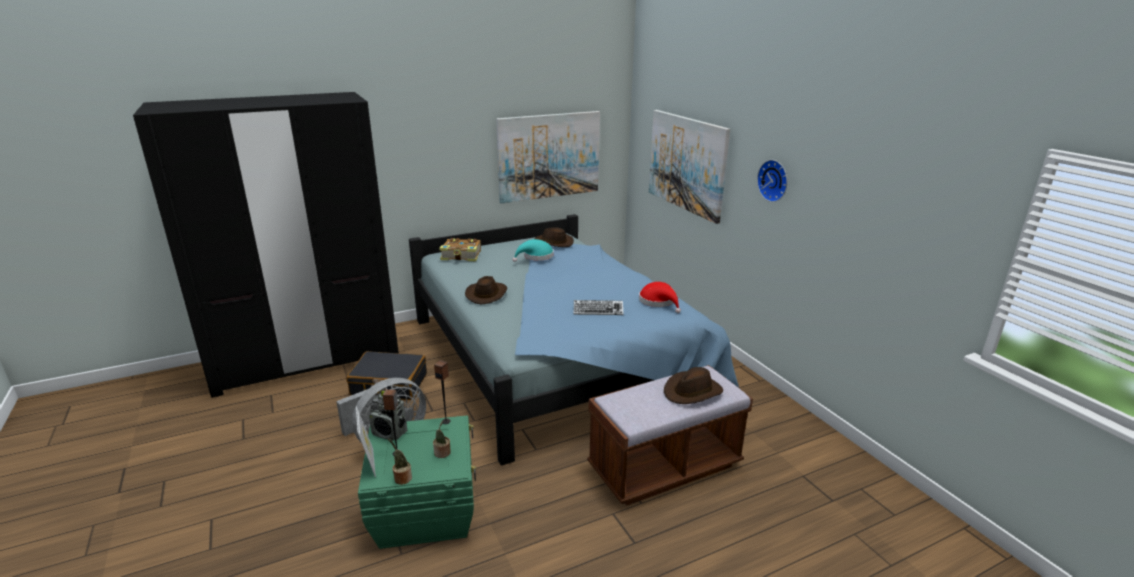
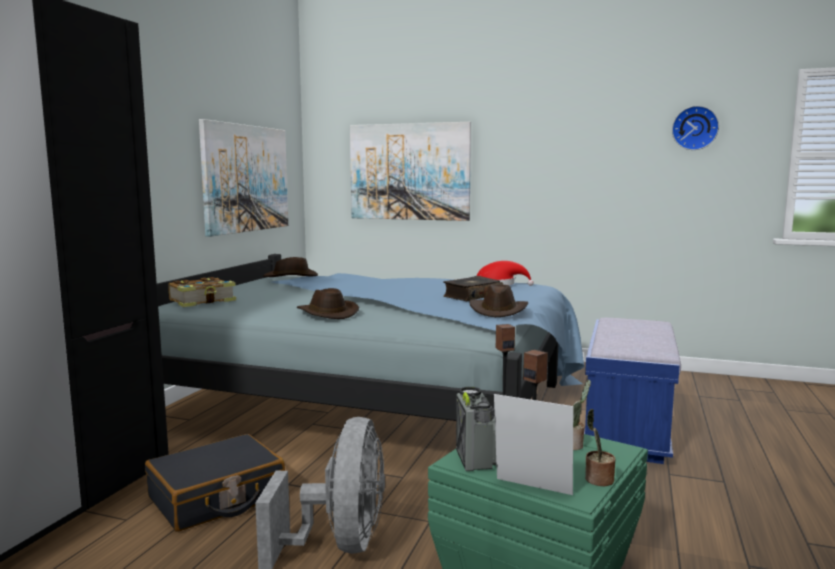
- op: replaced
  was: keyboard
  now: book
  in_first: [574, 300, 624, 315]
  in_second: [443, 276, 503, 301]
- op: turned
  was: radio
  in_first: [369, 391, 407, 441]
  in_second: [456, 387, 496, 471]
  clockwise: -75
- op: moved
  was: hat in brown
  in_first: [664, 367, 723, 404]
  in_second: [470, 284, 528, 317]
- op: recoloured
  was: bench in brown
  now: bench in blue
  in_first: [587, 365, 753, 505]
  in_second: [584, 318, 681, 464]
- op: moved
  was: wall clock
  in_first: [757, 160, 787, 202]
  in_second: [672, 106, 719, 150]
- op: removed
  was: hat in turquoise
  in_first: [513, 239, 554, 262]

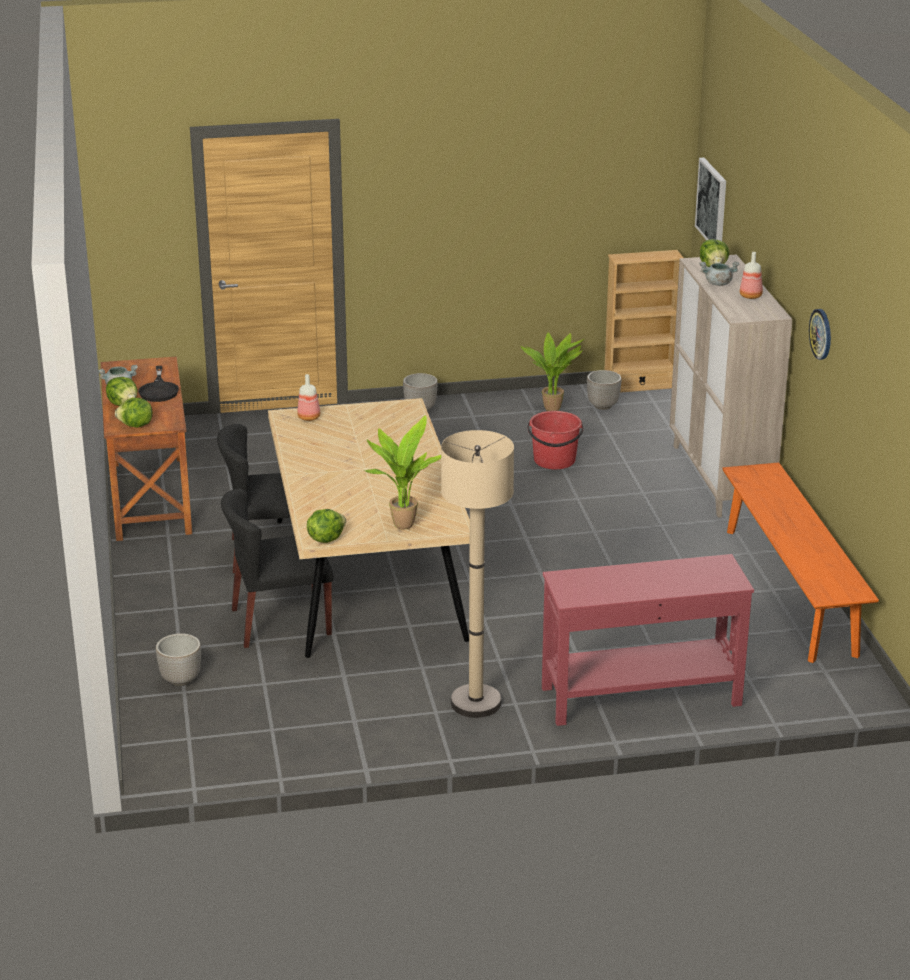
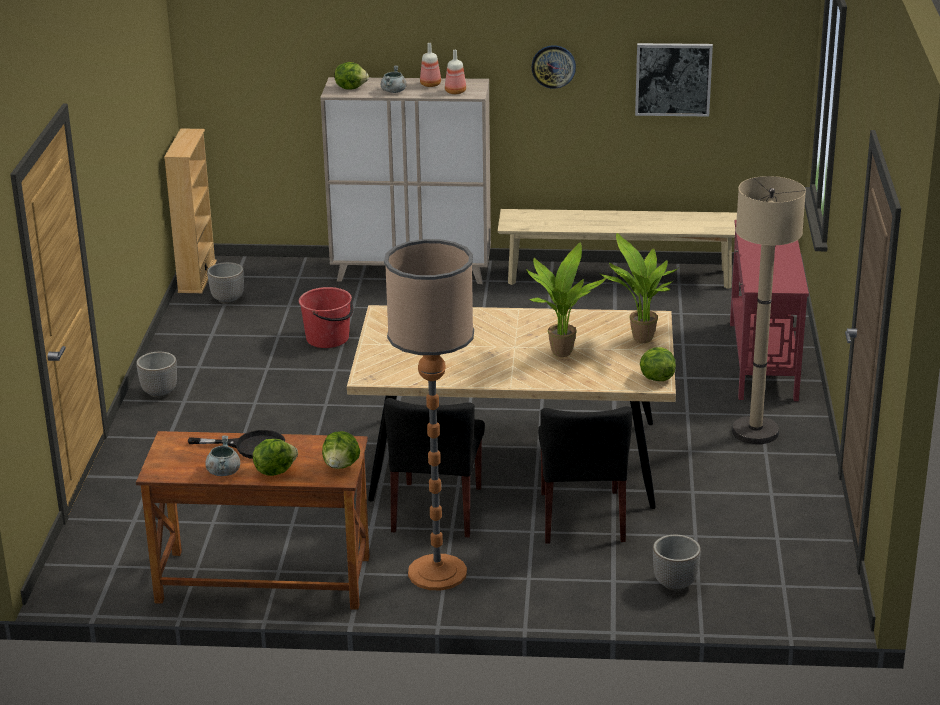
- op: added
  now: floor lamp
  in_second: [384, 239, 474, 590]
- op: moved
  was: bottle
  in_first: [297, 374, 320, 421]
  in_second: [445, 50, 466, 94]
- op: recoloured
  was: bench in orange
  now: bench in beige
  in_first: [722, 462, 879, 663]
  in_second: [497, 209, 737, 289]
- op: moved
  was: potted plant
  in_first: [521, 332, 586, 411]
  in_second: [526, 242, 607, 357]
- op: moved
  was: picture
  in_first: [695, 158, 726, 241]
  in_second: [635, 43, 713, 117]

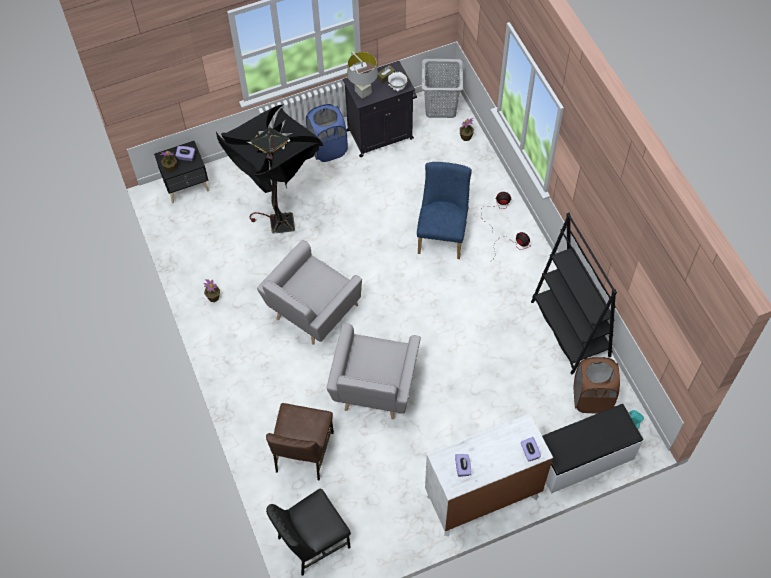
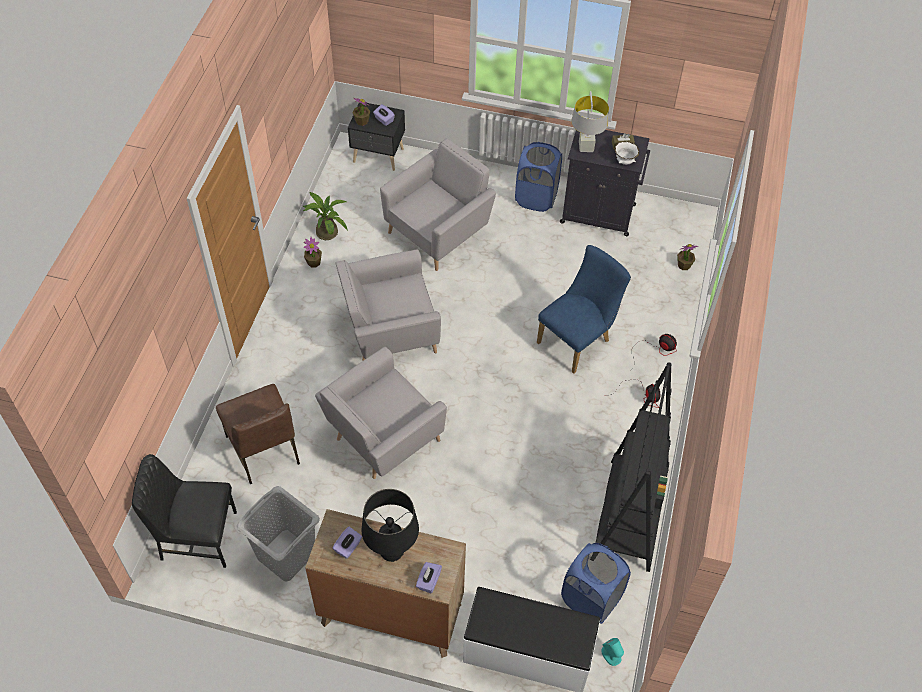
- op: turned
  was: chair in brown
  in_first: [266, 403, 334, 480]
  in_second: [216, 384, 300, 484]
  clockwise: -75
- op: moved
  was: laundry basket in grey
  in_first: [422, 59, 463, 118]
  in_second: [236, 486, 320, 581]
- op: added
  now: potted plant
  in_second: [303, 192, 348, 240]
- op: recoloured
  was: dresser in white
  now: dresser in brown
  in_first: [425, 413, 553, 537]
  in_second: [305, 509, 466, 658]
- op: added
  now: table lamp in black
  in_second: [362, 489, 419, 562]
- op: replaced
  was: floor lamp in black
  now: armchair in grey
  in_first: [216, 104, 324, 234]
  in_second: [380, 138, 496, 271]
- op: recoloured
  was: laundry basket in brown
  now: laundry basket in blue
  in_first: [574, 357, 620, 413]
  in_second: [561, 543, 631, 624]

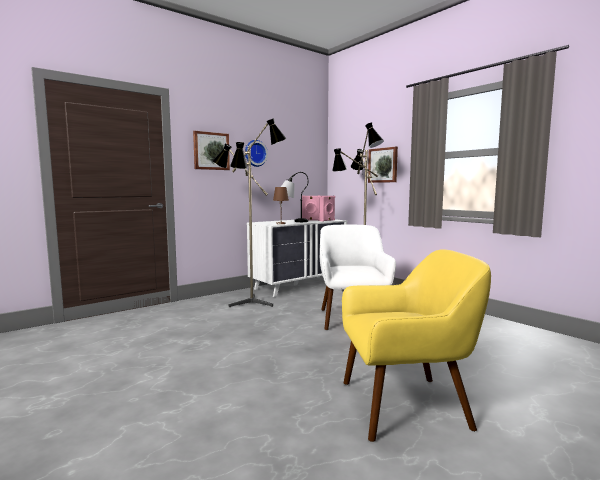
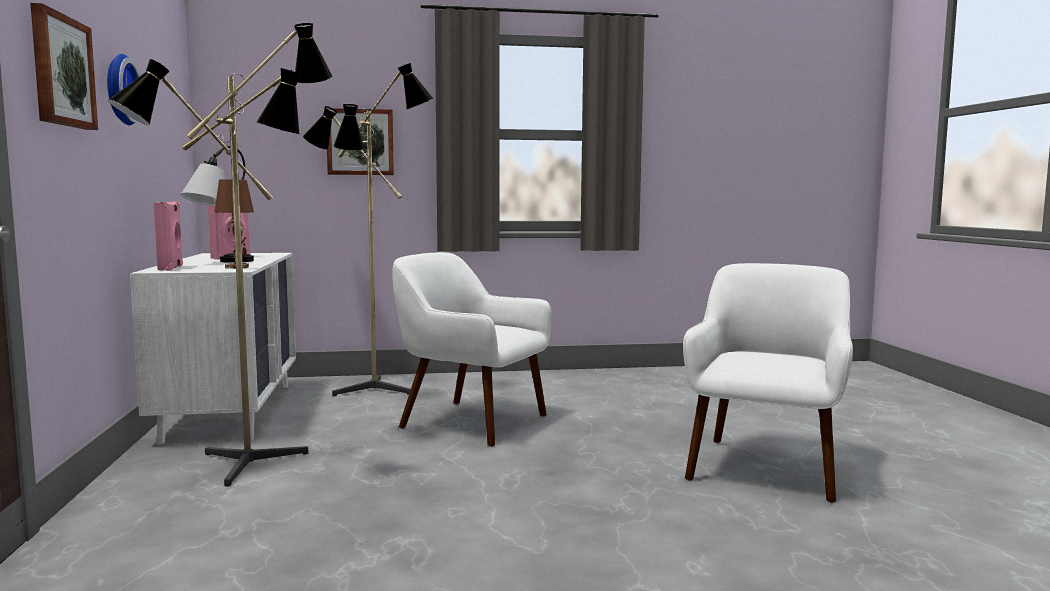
- op: moved
  was: speaker in pink
  in_first: [319, 196, 335, 222]
  in_second: [154, 202, 183, 271]
- op: recoloured
  was: armchair in yellow
  now: armchair in white
  in_first: [342, 249, 491, 442]
  in_second: [683, 263, 853, 503]

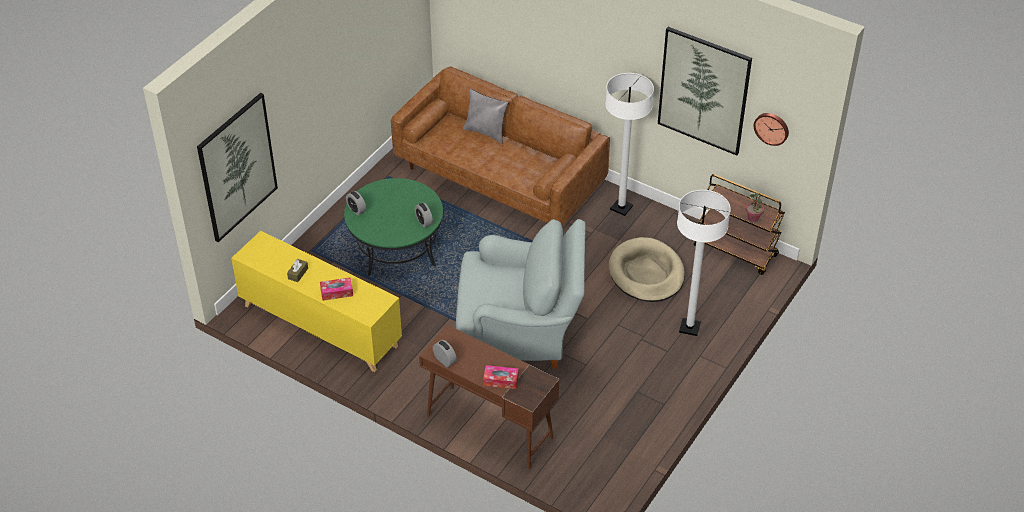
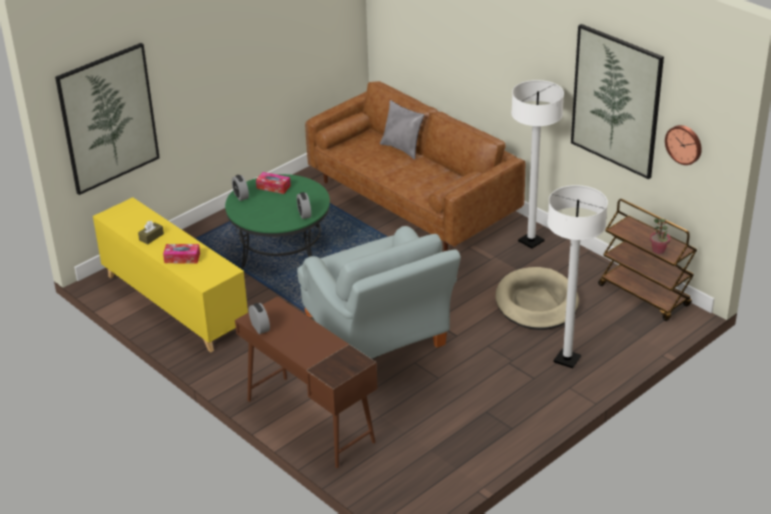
- op: moved
  was: tissue box
  in_first: [483, 365, 519, 389]
  in_second: [256, 172, 291, 194]
- op: turned
  was: armchair in grey
  in_first: [456, 219, 586, 369]
  in_second: [297, 226, 461, 359]
  clockwise: 45

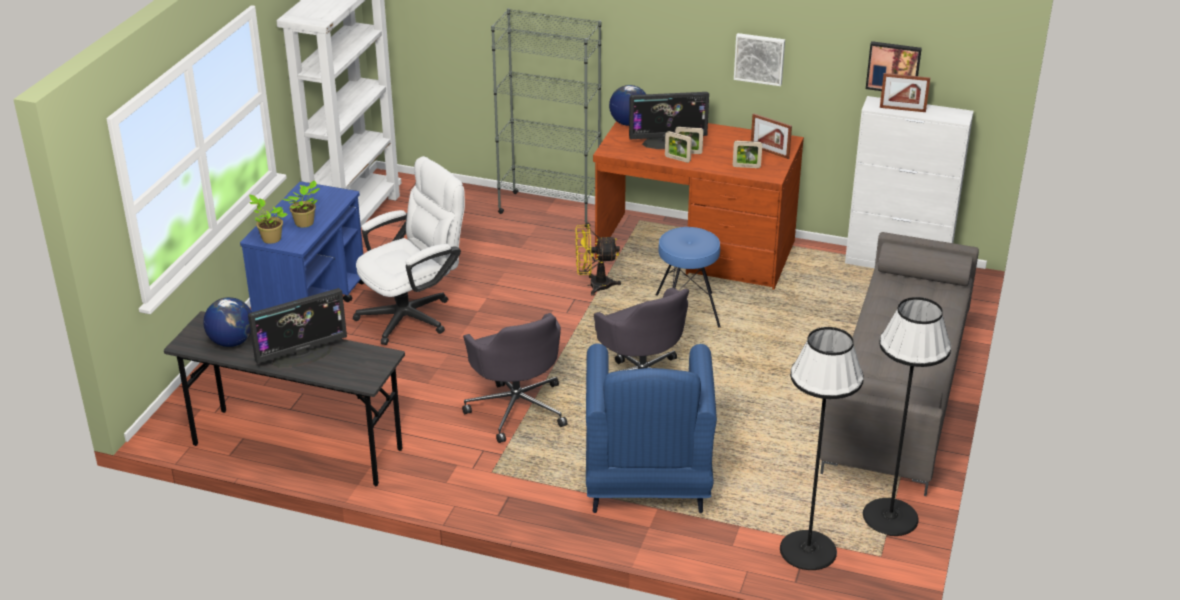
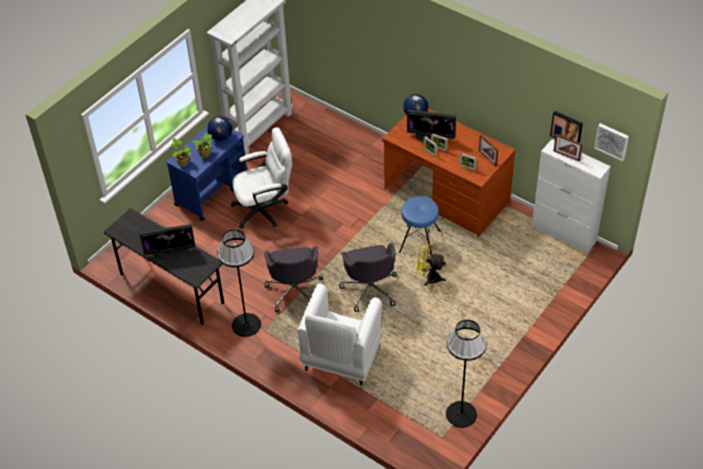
- op: moved
  was: globe
  in_first: [204, 297, 252, 347]
  in_second: [207, 116, 233, 141]
- op: moved
  was: floor lamp in black
  in_first: [780, 327, 864, 570]
  in_second: [217, 229, 261, 337]
- op: recoloured
  was: armchair in blue
  now: armchair in white
  in_first: [586, 344, 717, 513]
  in_second: [297, 284, 382, 386]
- op: moved
  was: fan in yellow
  in_first: [575, 224, 621, 296]
  in_second: [416, 243, 446, 286]
- op: moved
  was: picture
  in_first: [734, 33, 785, 86]
  in_second: [594, 123, 629, 161]
- op: removed
  was: bookcase in grey
  in_first: [491, 8, 601, 228]
- op: removed
  was: sofa in grey
  in_first: [820, 232, 979, 496]

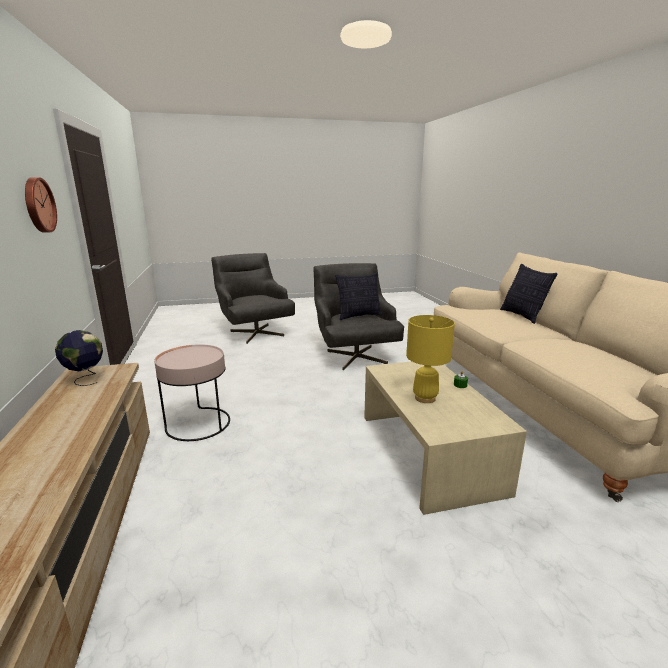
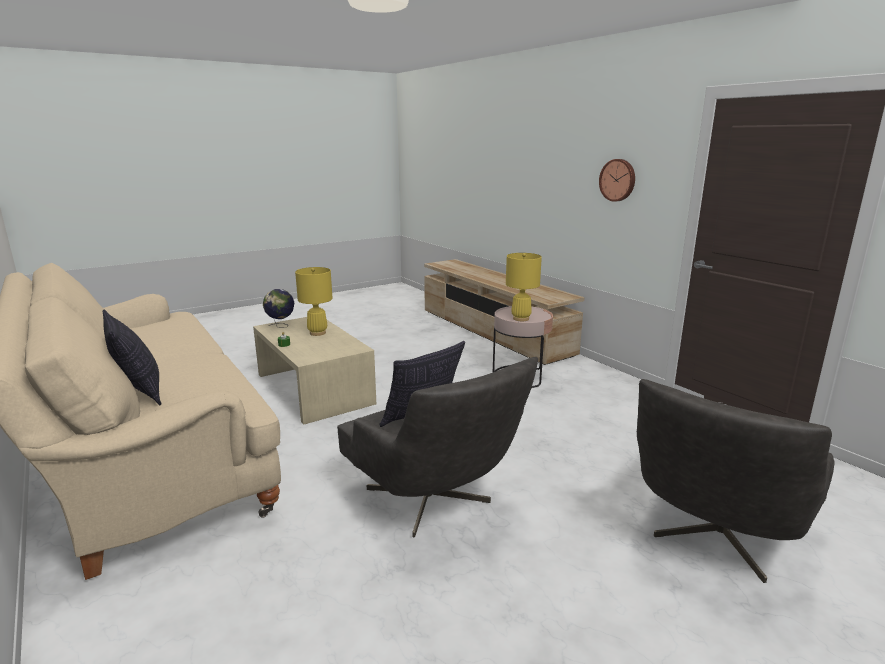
- op: moved
  was: globe
  in_first: [55, 330, 103, 386]
  in_second: [263, 289, 294, 328]
- op: added
  now: table lamp in yellow
  in_second: [506, 253, 542, 321]
- op: turned
  was: armchair in grey
  in_first: [211, 253, 295, 344]
  in_second: [637, 379, 835, 583]
  clockwise: 90

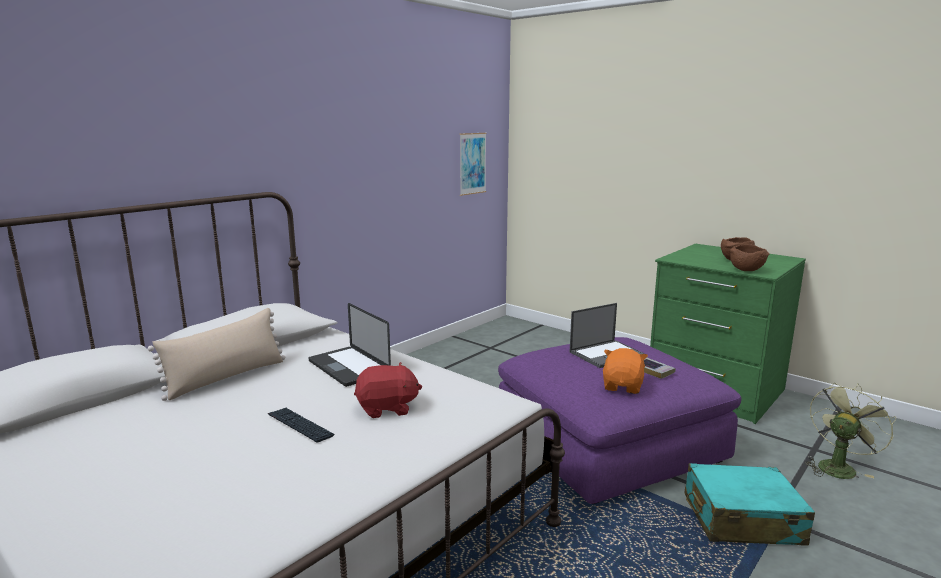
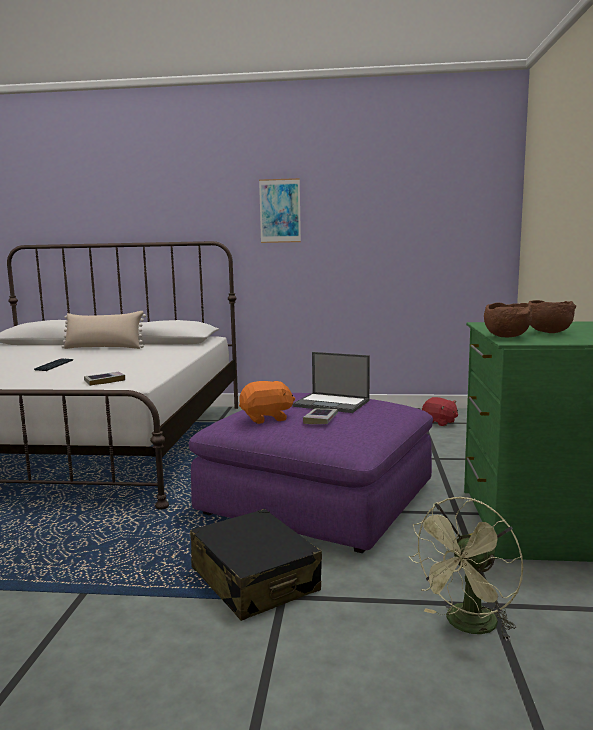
- op: added
  now: book
  in_second: [84, 372, 125, 386]
- op: recoloured
  was: suitcase in turquoise
  now: suitcase in black
  in_first: [685, 463, 815, 546]
  in_second: [190, 509, 322, 621]
- op: moved
  was: picture
  in_first: [460, 133, 487, 196]
  in_second: [259, 178, 301, 243]
- op: turned
  was: fan in green
  in_first: [805, 383, 896, 479]
  in_second: [408, 497, 523, 641]
  clockwise: 120
- op: moved
  was: plush toy in red
  in_first: [354, 362, 422, 418]
  in_second: [422, 397, 458, 426]
- op: removed
  was: laptop
  in_first: [309, 303, 391, 387]

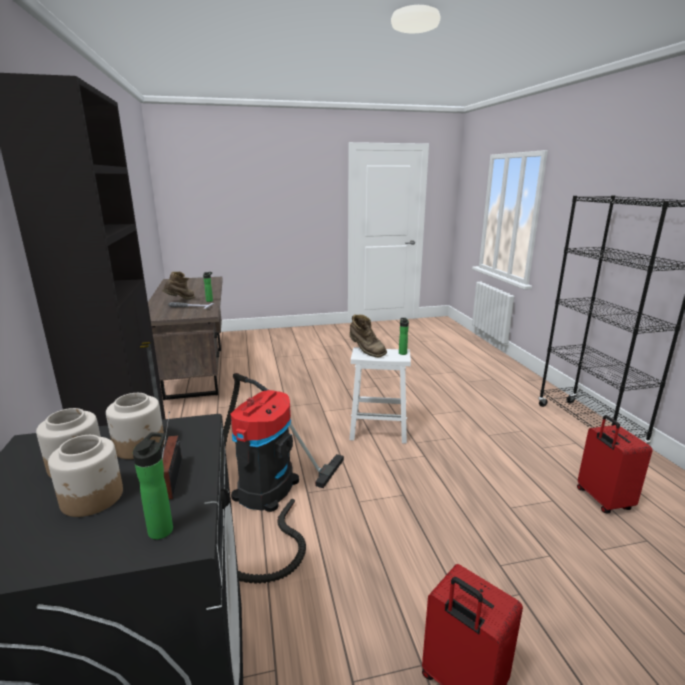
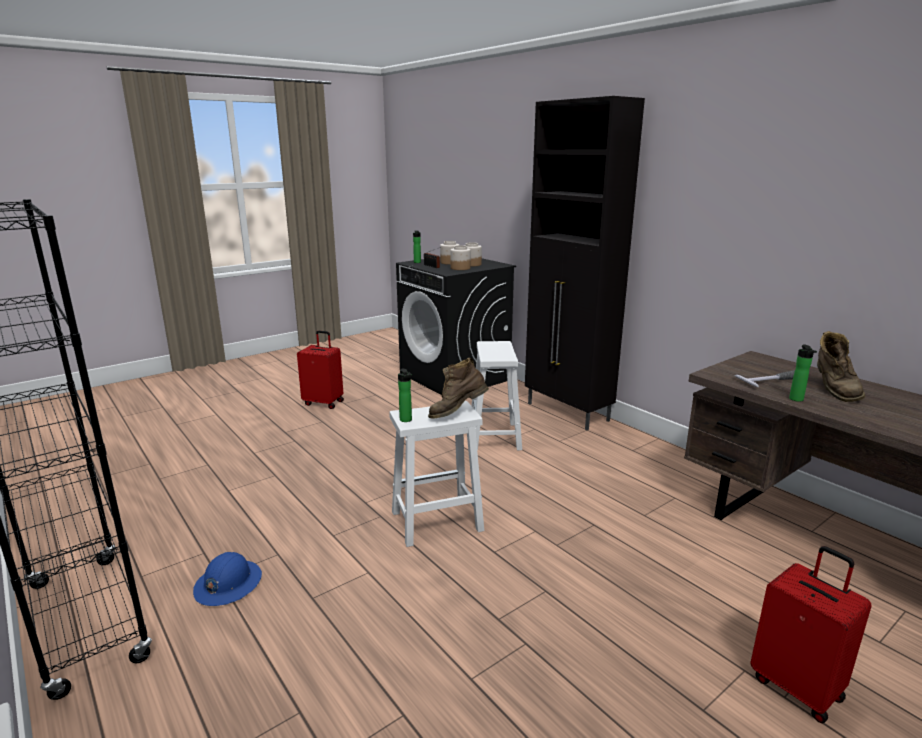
- op: added
  now: hard hat in blue
  in_second: [193, 552, 262, 606]
- op: turned
  was: boot in brown
  in_first: [349, 314, 387, 357]
  in_second: [428, 358, 489, 419]
  clockwise: -45
- op: replaced
  was: vacuum cleaner
  now: stool in white
  in_first: [224, 373, 344, 584]
  in_second: [471, 341, 522, 451]
- op: moved
  was: suitcase in red
  in_first: [577, 415, 652, 513]
  in_second: [750, 546, 871, 723]

